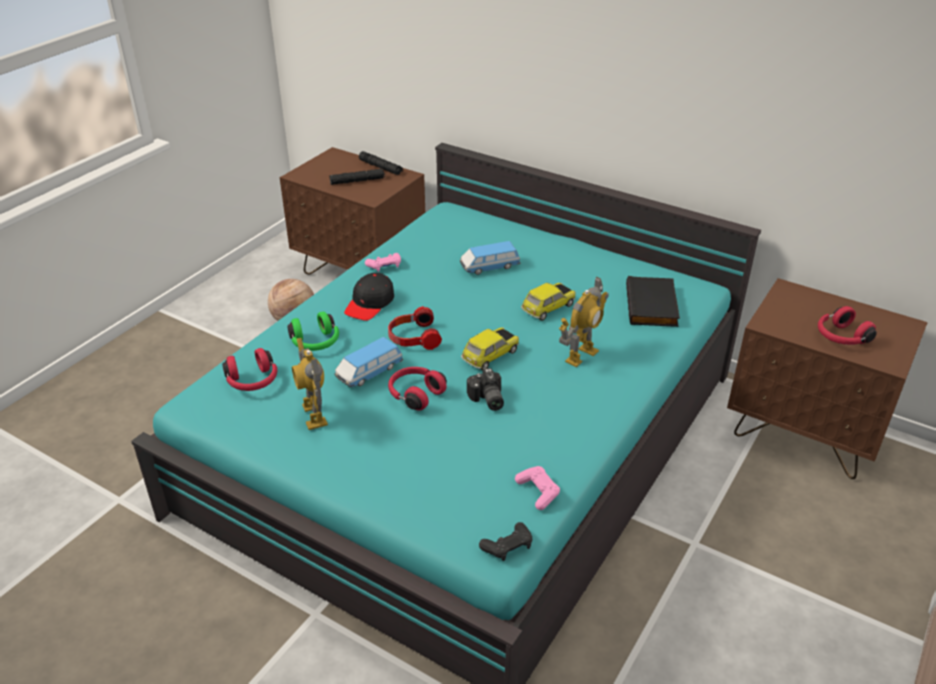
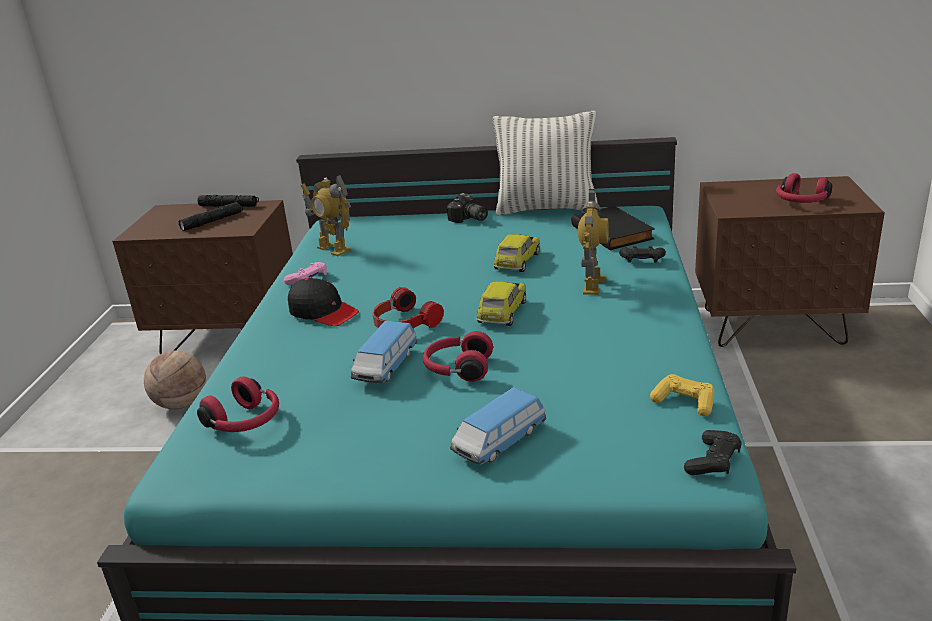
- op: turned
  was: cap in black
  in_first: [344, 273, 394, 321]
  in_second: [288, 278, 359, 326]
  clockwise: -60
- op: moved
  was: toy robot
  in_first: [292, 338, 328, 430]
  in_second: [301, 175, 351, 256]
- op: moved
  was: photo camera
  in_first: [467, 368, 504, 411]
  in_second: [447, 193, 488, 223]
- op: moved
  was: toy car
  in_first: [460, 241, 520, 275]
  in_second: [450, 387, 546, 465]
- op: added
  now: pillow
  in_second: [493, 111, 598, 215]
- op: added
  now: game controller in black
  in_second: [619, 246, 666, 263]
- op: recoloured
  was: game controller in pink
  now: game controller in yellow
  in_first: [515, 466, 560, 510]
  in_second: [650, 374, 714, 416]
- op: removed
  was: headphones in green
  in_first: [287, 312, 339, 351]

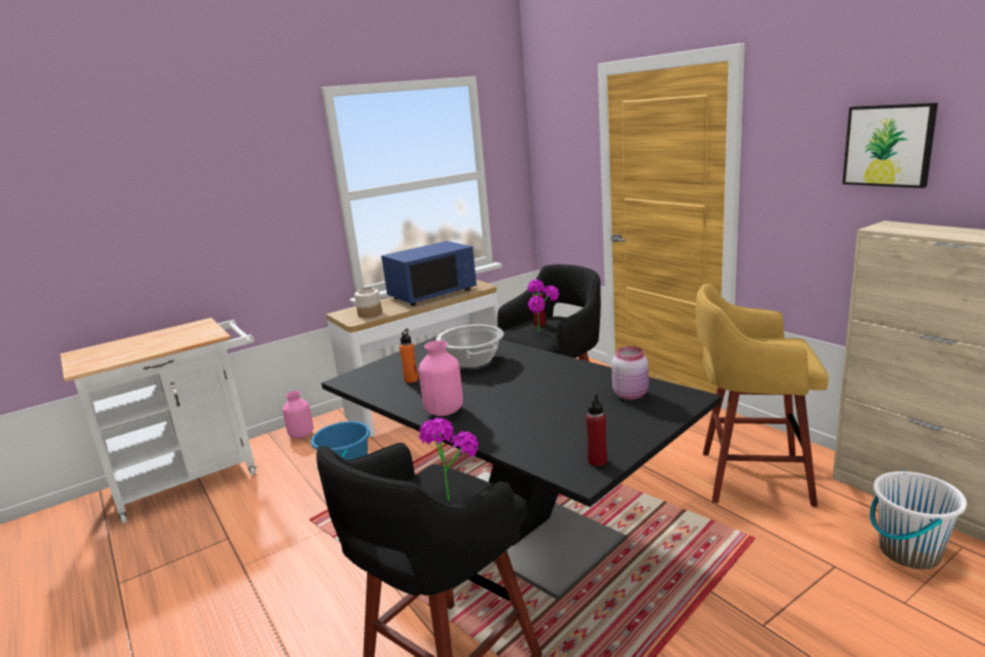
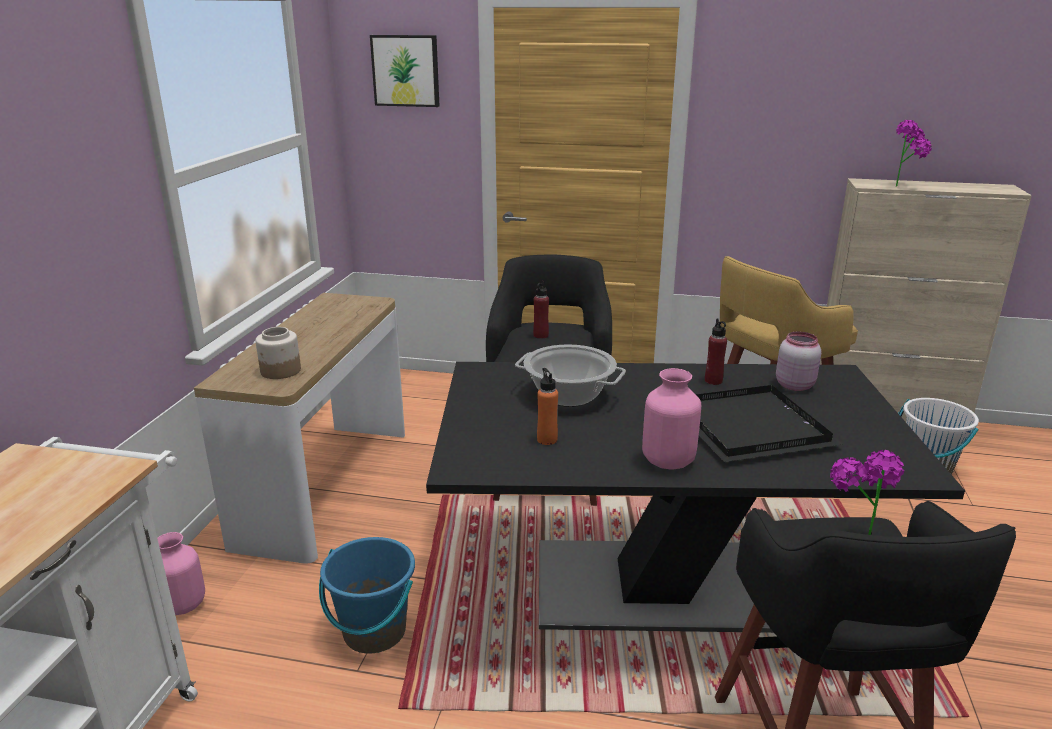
- op: moved
  was: picture
  in_first: [842, 103, 938, 188]
  in_second: [370, 35, 439, 107]
- op: added
  now: tray in black
  in_second: [696, 385, 843, 462]
- op: moved
  was: bottle in red
  in_first: [586, 394, 607, 466]
  in_second: [705, 318, 727, 385]
- op: moved
  was: potted plant
  in_first: [528, 279, 559, 332]
  in_second: [896, 120, 932, 187]
- op: removed
  was: microwave in blue
  in_first: [381, 241, 477, 306]

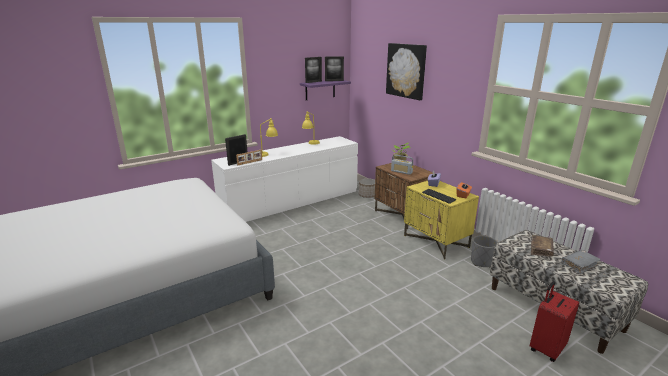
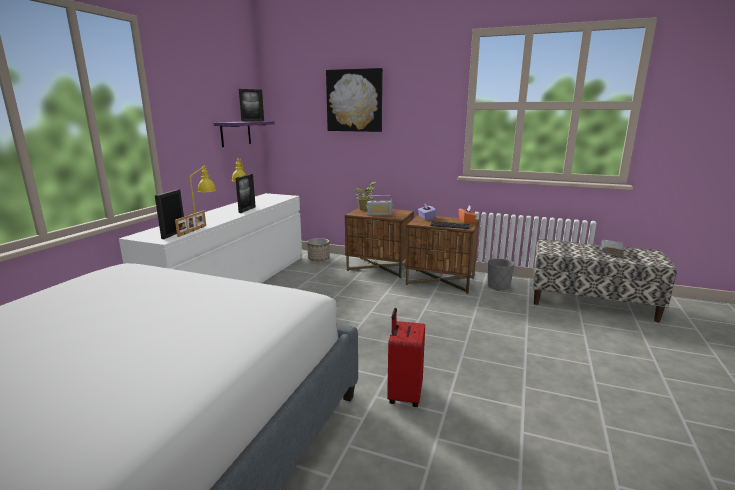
- op: moved
  was: picture frame
  in_first: [305, 57, 322, 83]
  in_second: [235, 174, 256, 213]
- op: moved
  was: suitcase in red
  in_first: [530, 281, 579, 362]
  in_second: [387, 308, 425, 407]
- op: recoloured
  was: nightstand in yellow
  now: nightstand in brown
  in_first: [404, 181, 479, 260]
  in_second: [405, 214, 479, 294]
- op: removed
  was: book in brown
  in_first: [531, 235, 554, 257]

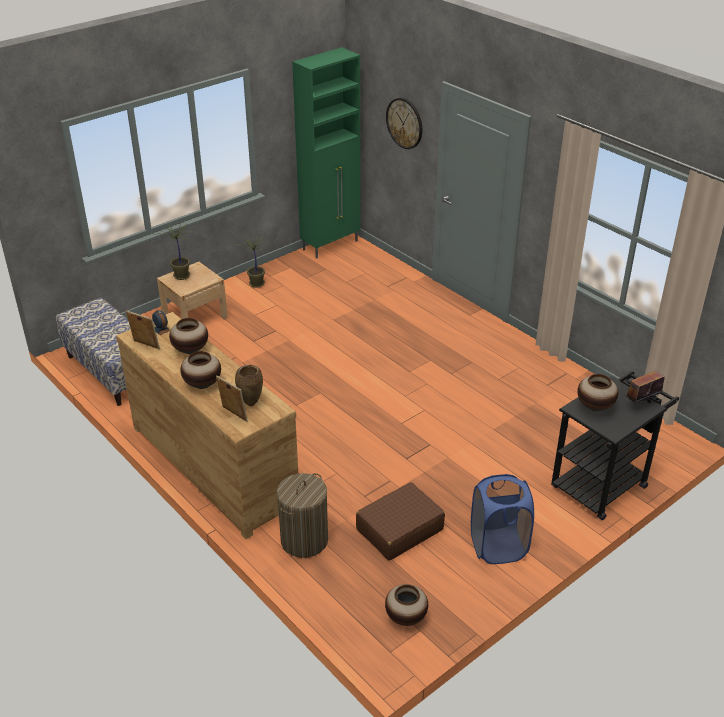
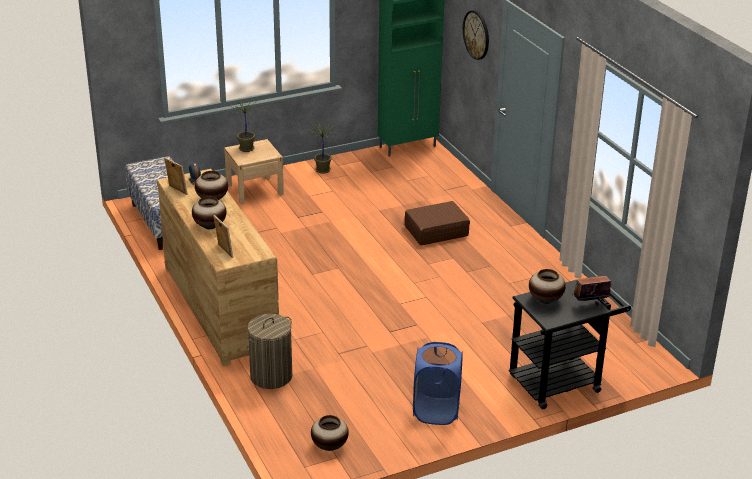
- op: moved
  was: suitcase in brown
  in_first: [356, 482, 445, 561]
  in_second: [405, 201, 470, 245]
- op: removed
  was: vase in brown
  in_first: [235, 365, 263, 406]

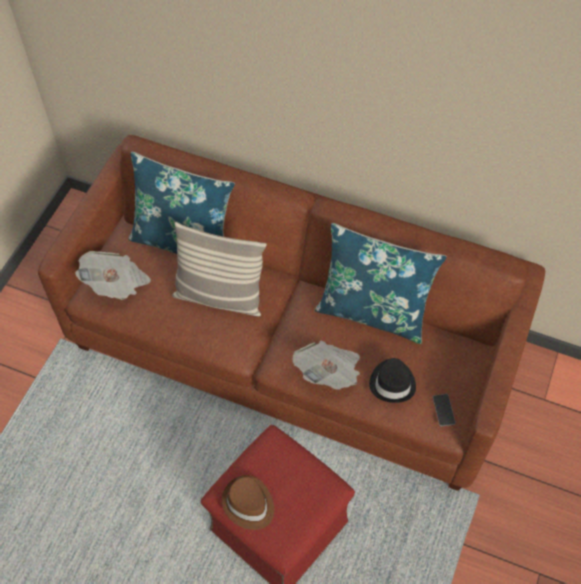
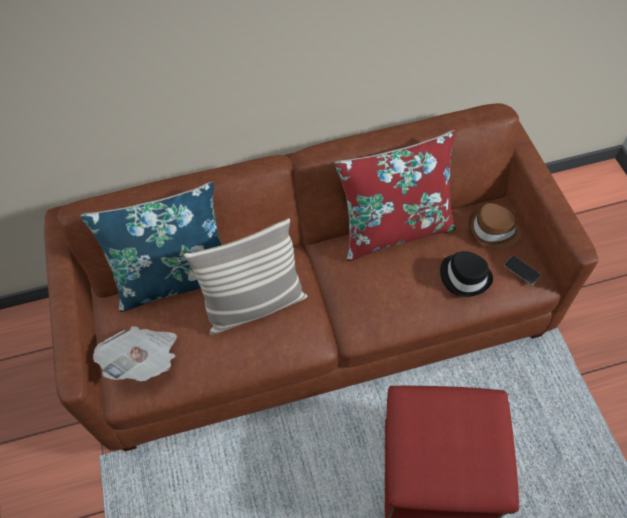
- op: recoloured
  was: pillow in blue
  now: pillow in red
  in_first: [315, 223, 447, 344]
  in_second: [335, 130, 456, 261]
- op: moved
  was: hat in brown
  in_first: [222, 475, 274, 530]
  in_second: [469, 203, 521, 249]
- op: removed
  was: newspaper
  in_first: [293, 341, 360, 390]

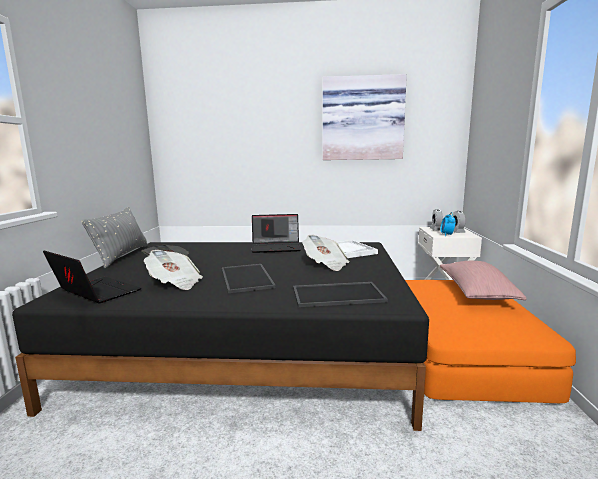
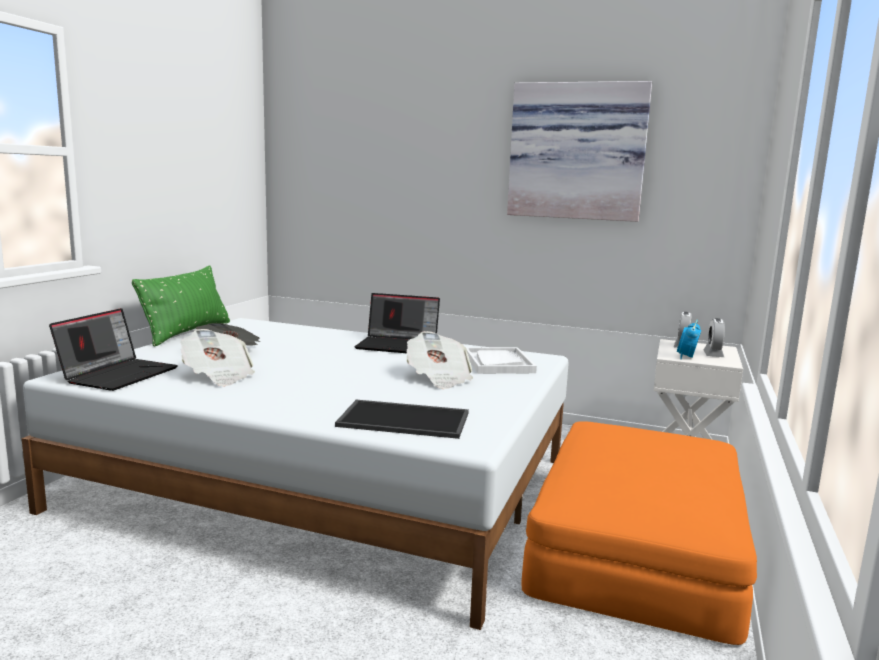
- op: recoloured
  was: bed in black
  now: bed in white
  in_first: [12, 242, 429, 431]
  in_second: [21, 318, 569, 630]
- op: turned
  was: laptop
  in_first: [43, 250, 141, 303]
  in_second: [49, 308, 178, 391]
  clockwise: 60
- op: recoloured
  was: pillow in grey
  now: pillow in green
  in_first: [82, 207, 148, 268]
  in_second: [132, 266, 230, 347]
- op: removed
  was: tray
  in_first: [222, 264, 276, 293]
- op: removed
  was: pillow in pink
  in_first: [440, 261, 527, 300]

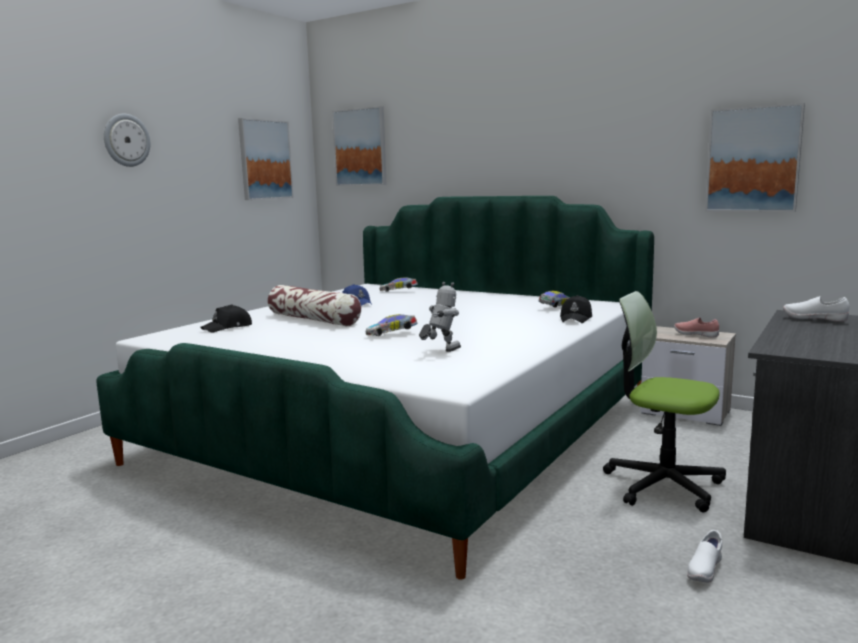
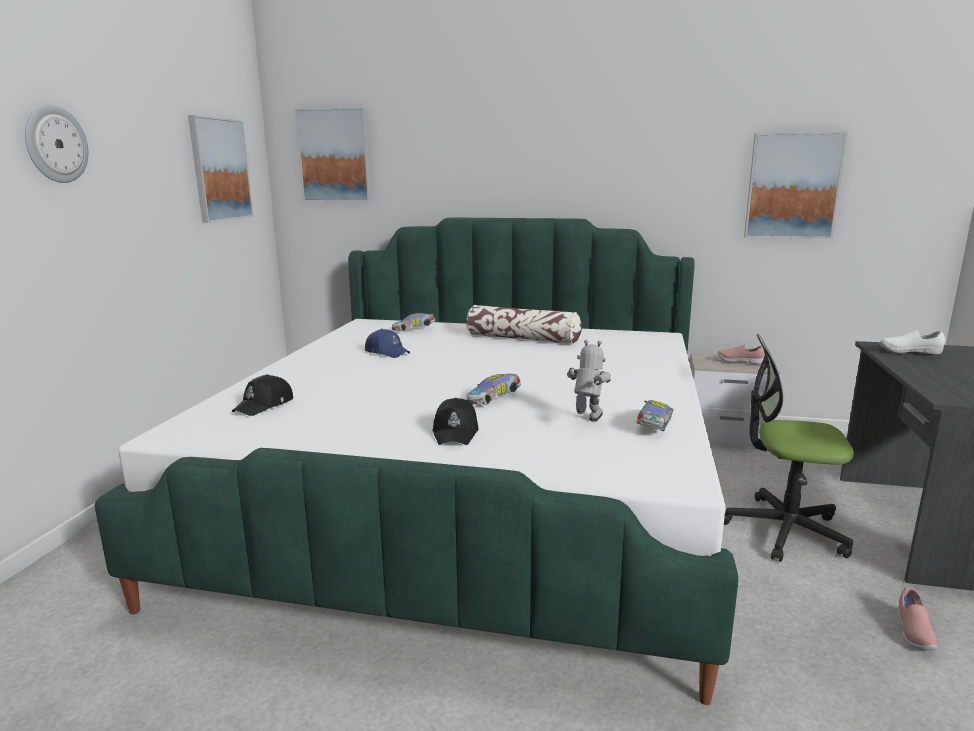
- op: moved
  was: cap in black
  in_first: [560, 295, 592, 323]
  in_second: [432, 398, 478, 445]
- op: moved
  was: pillow
  in_first: [268, 285, 361, 326]
  in_second: [466, 305, 582, 344]
- op: moved
  was: toy car
  in_first: [538, 291, 570, 308]
  in_second: [636, 400, 674, 431]
- op: recoloured
  was: shoe in white
  now: shoe in pink
  in_first: [687, 530, 722, 583]
  in_second: [897, 588, 937, 650]

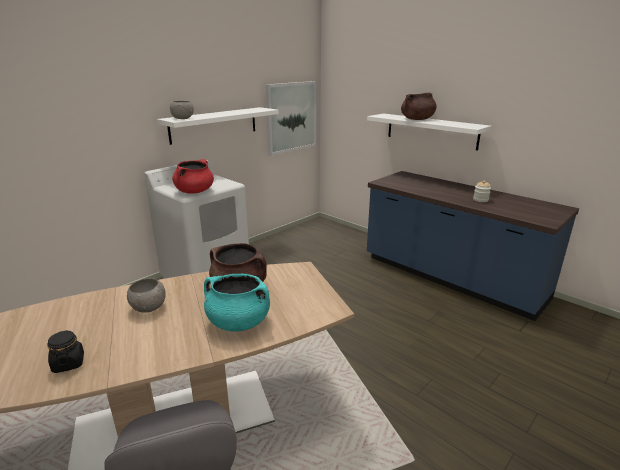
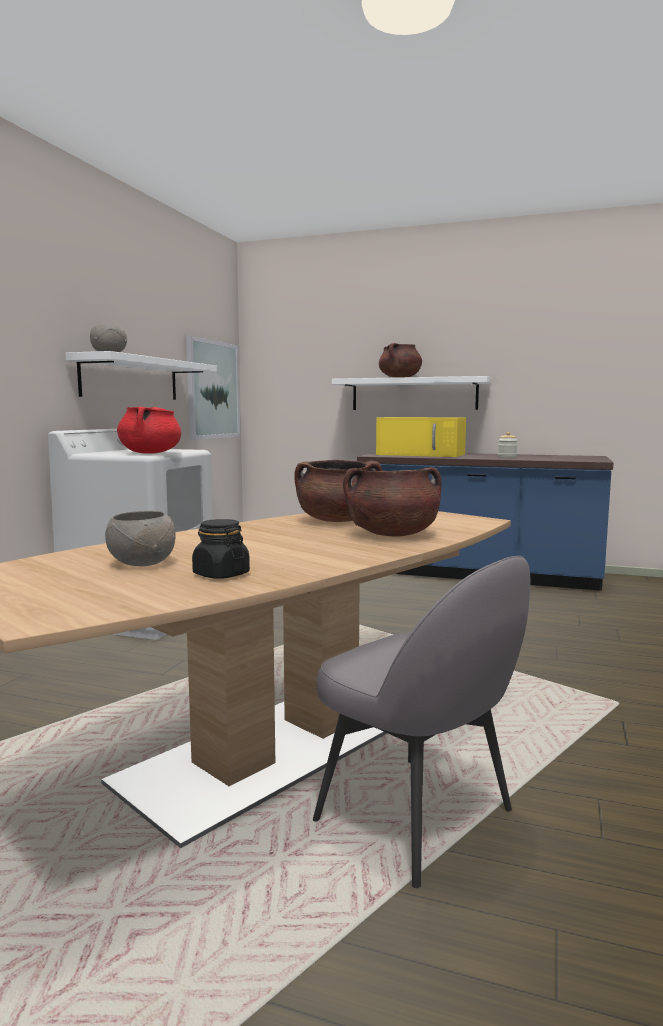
- op: moved
  was: bowl in grey
  in_first: [127, 278, 166, 313]
  in_second: [105, 511, 176, 566]
- op: recoloured
  was: cooking pot in turquoise
  now: cooking pot in brown
  in_first: [204, 274, 270, 331]
  in_second: [343, 467, 442, 537]
- op: added
  now: microwave in yellow
  in_second: [376, 417, 466, 457]

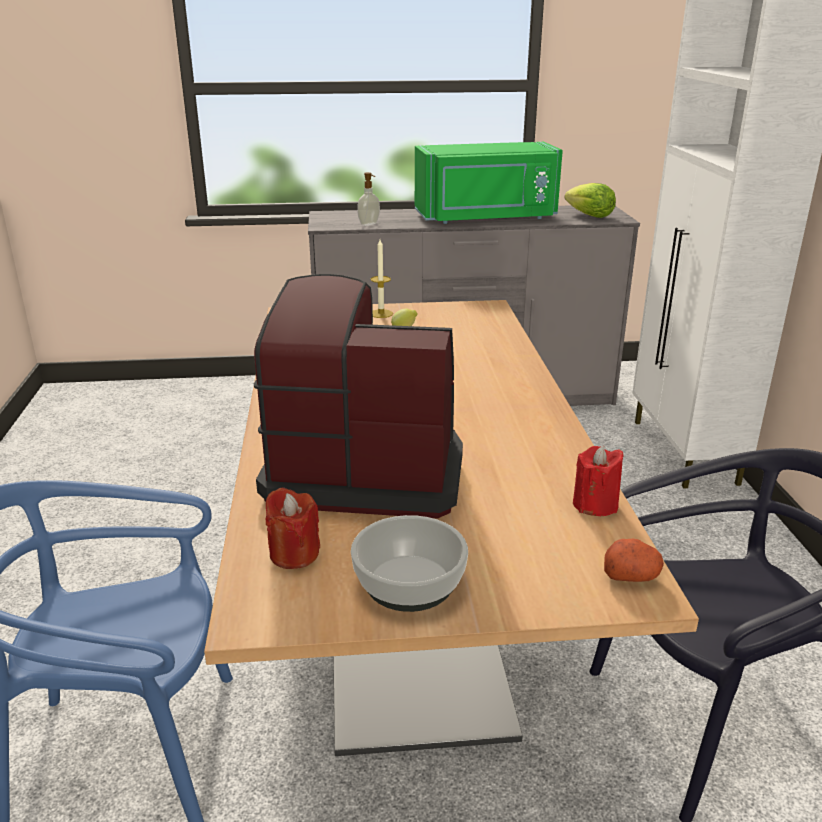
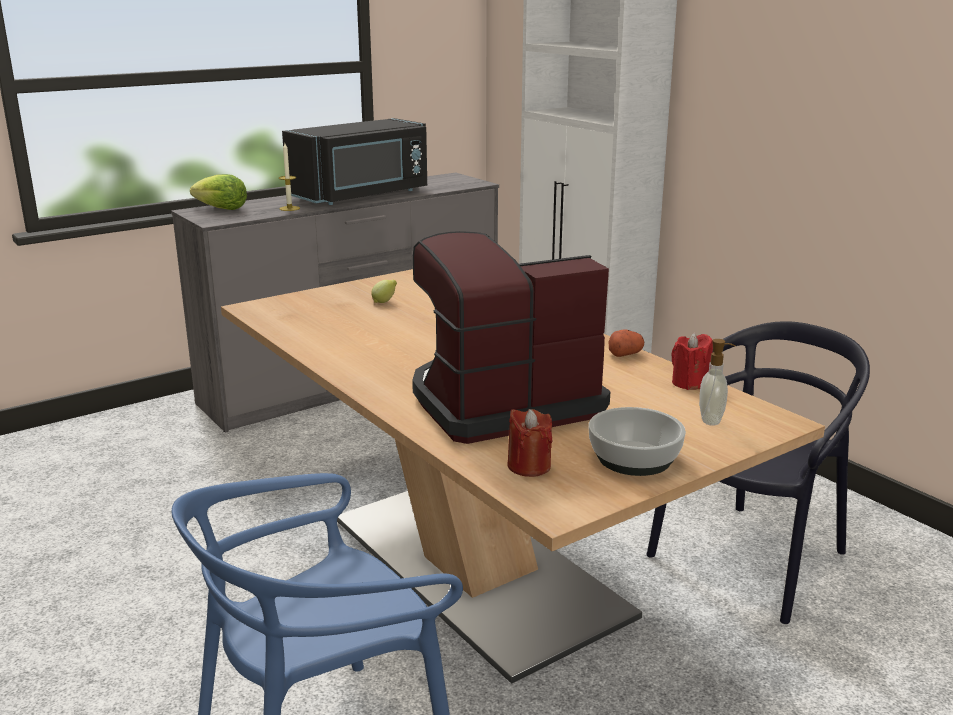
- op: moved
  was: lettuce
  in_first: [565, 183, 616, 218]
  in_second: [190, 174, 247, 210]
- op: moved
  was: candle
  in_first: [370, 239, 393, 318]
  in_second: [279, 143, 300, 211]
- op: recoloured
  was: microwave in green
  now: microwave in black
  in_first: [415, 142, 563, 224]
  in_second: [282, 118, 427, 205]
- op: moved
  was: potato
  in_first: [604, 539, 664, 582]
  in_second: [609, 329, 644, 357]
- op: moved
  was: soap dispenser
  in_first: [357, 172, 380, 226]
  in_second: [699, 339, 736, 426]

